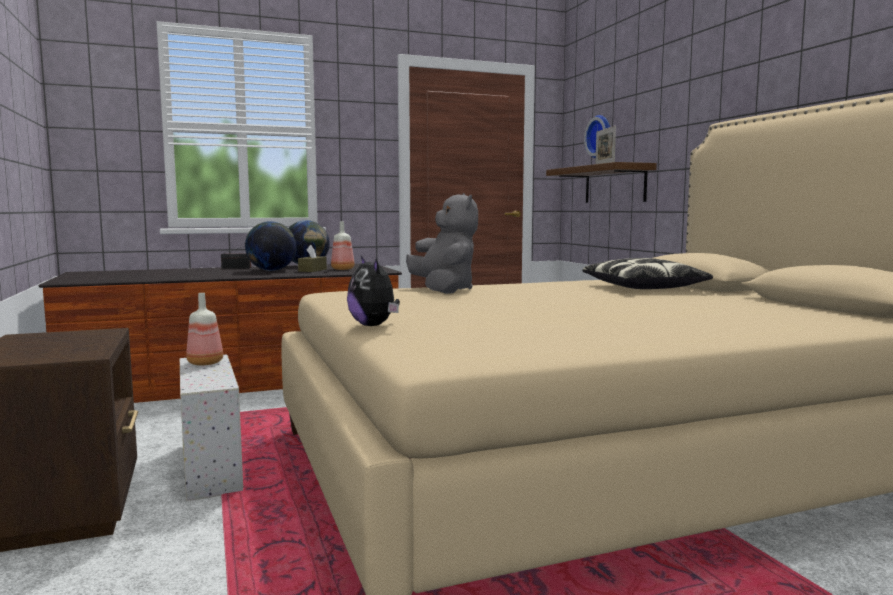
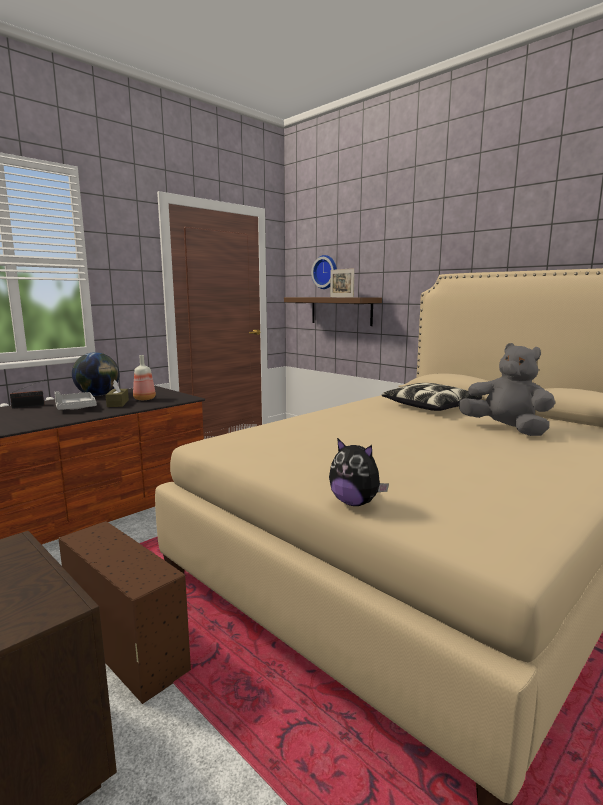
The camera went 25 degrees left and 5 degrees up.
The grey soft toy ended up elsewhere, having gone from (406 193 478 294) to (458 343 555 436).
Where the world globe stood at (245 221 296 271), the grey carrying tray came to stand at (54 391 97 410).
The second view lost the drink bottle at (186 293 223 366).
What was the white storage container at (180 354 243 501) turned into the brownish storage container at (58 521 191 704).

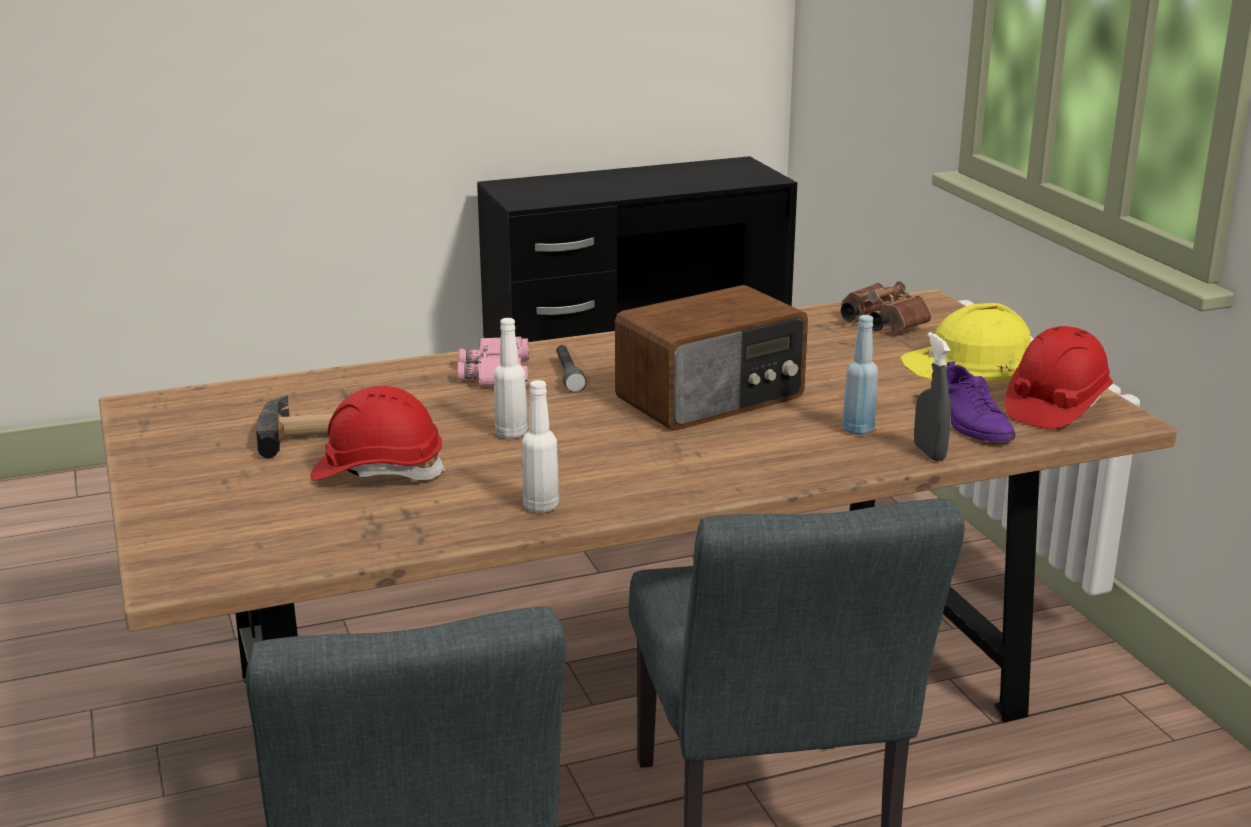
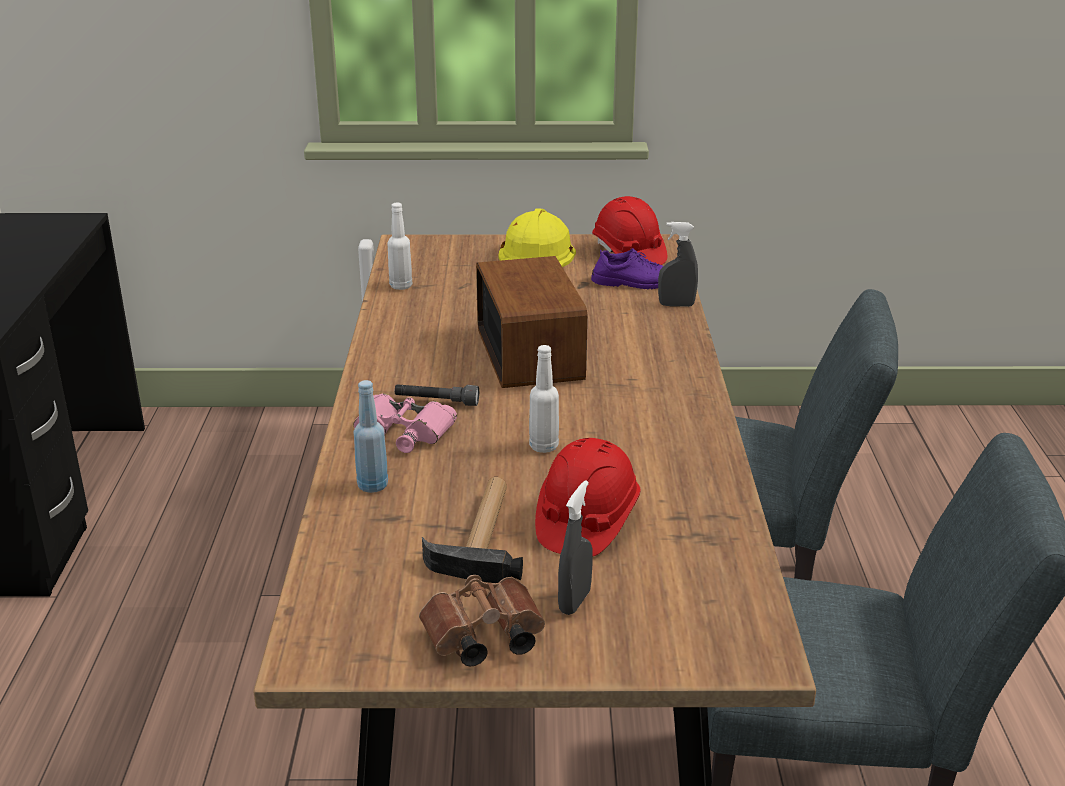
The camera went 70 degrees left and 5 degrees up.
The brownish binoculars ended up elsewhere, having gone from (841 281 932 335) to (419 575 545 667).
The blue-coloured drink bottle ended up elsewhere, having gone from (842 315 878 435) to (354 380 388 493).
The white drink bottle ended up elsewhere, having gone from (522 380 559 513) to (387 203 412 290).
The second view gained the grey hand sprayer at (558 480 593 615).

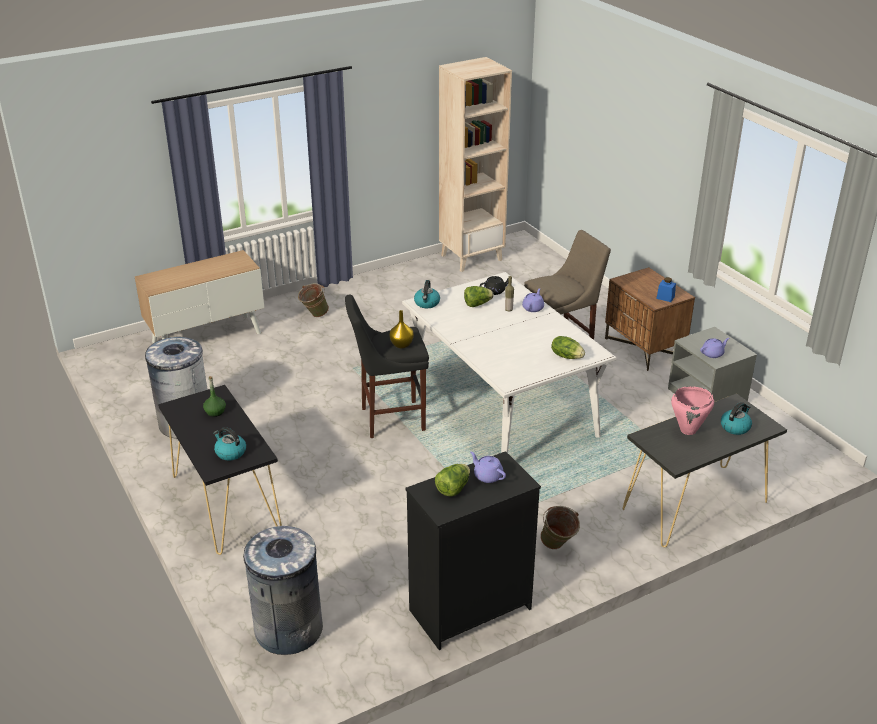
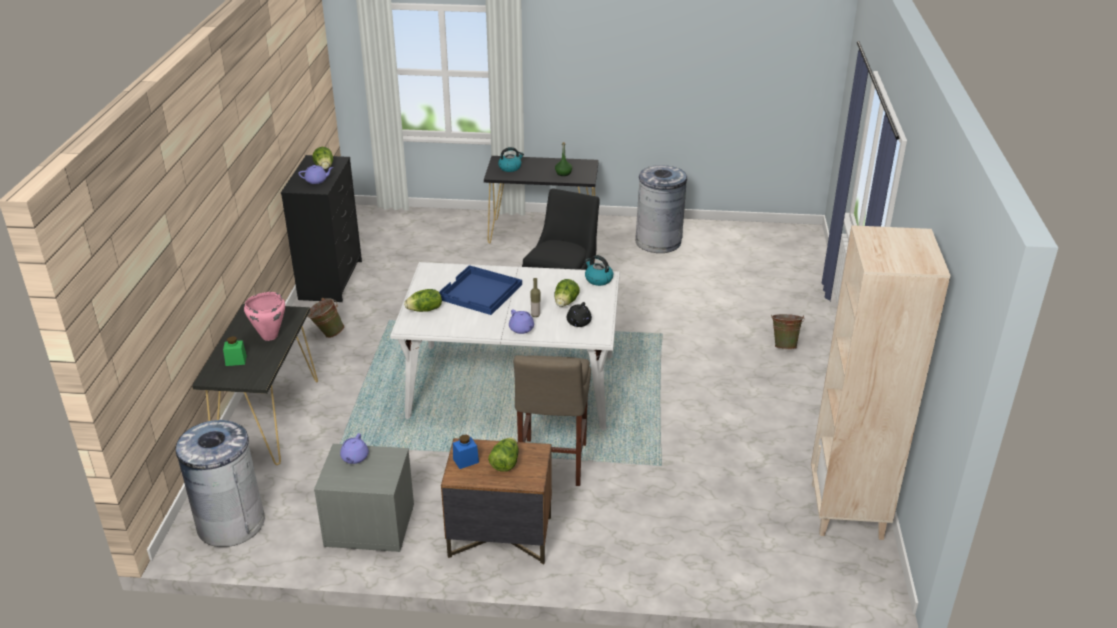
The camera went 125 degrees right and 0 degrees up.
The second view lost the storage cabinet at (135 250 264 343).
The second view lost the yellow decorative vase at (389 310 414 348).
Where the kettle stood at (721 402 752 435), the green jar came to stand at (223 336 247 366).
The grey waste bin ended up elsewhere, having gone from (242 526 323 655) to (175 420 265 547).
The second view gained the blue-coloured carrying tray at (439 265 522 315).
The second view gained the lettuce head at (488 438 519 472).

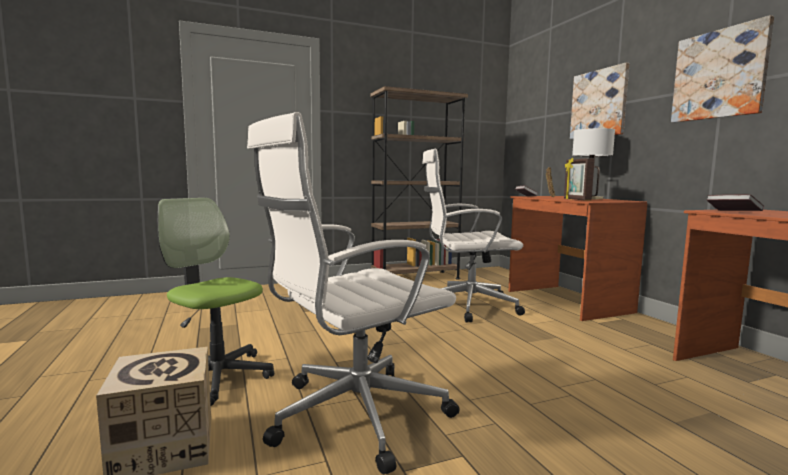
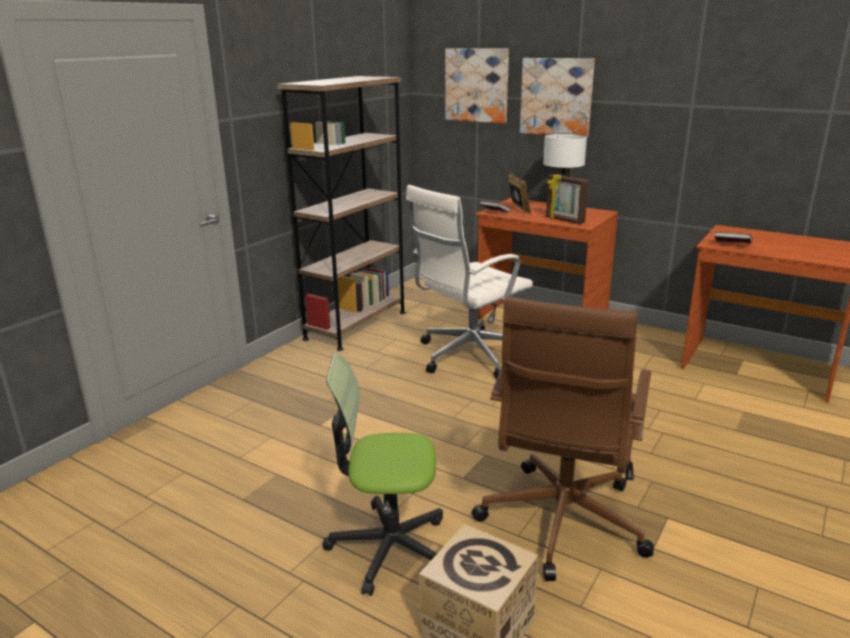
The camera went 35 degrees left and 15 degrees up.
The picture ended up elsewhere, having gone from (671 15 774 123) to (445 48 509 124).
What was the white office chair at (247 112 460 474) turned into the brownish office chair at (472 297 654 581).

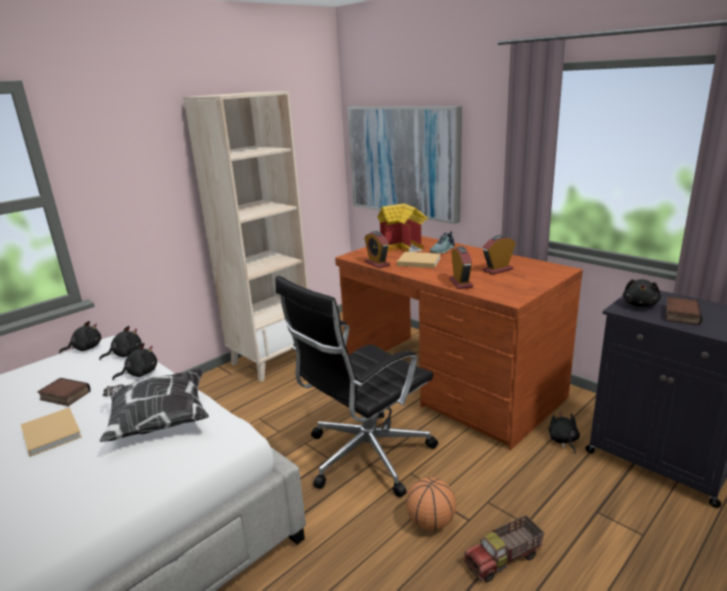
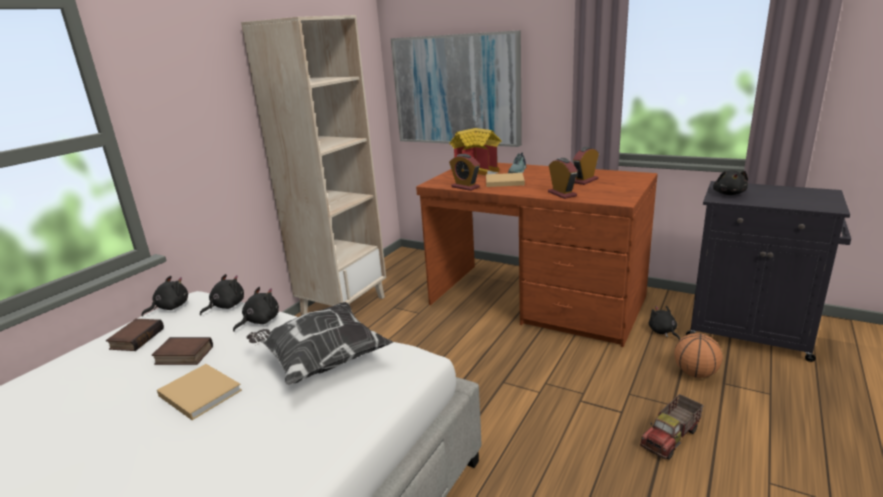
The camera went 15 degrees left and 0 degrees up.
The second view lost the black-coloured office chair at (275 276 438 497).
The book ended up elsewhere, having gone from (666 297 703 325) to (106 319 164 351).
The basketball ball ended up elsewhere, having gone from (406 477 456 531) to (674 333 723 378).

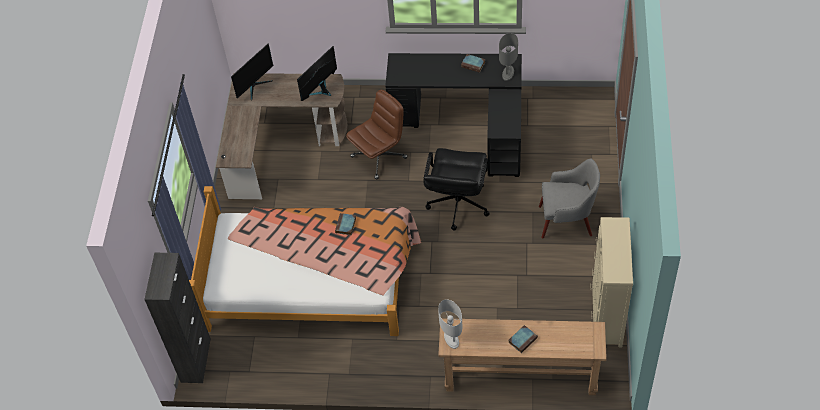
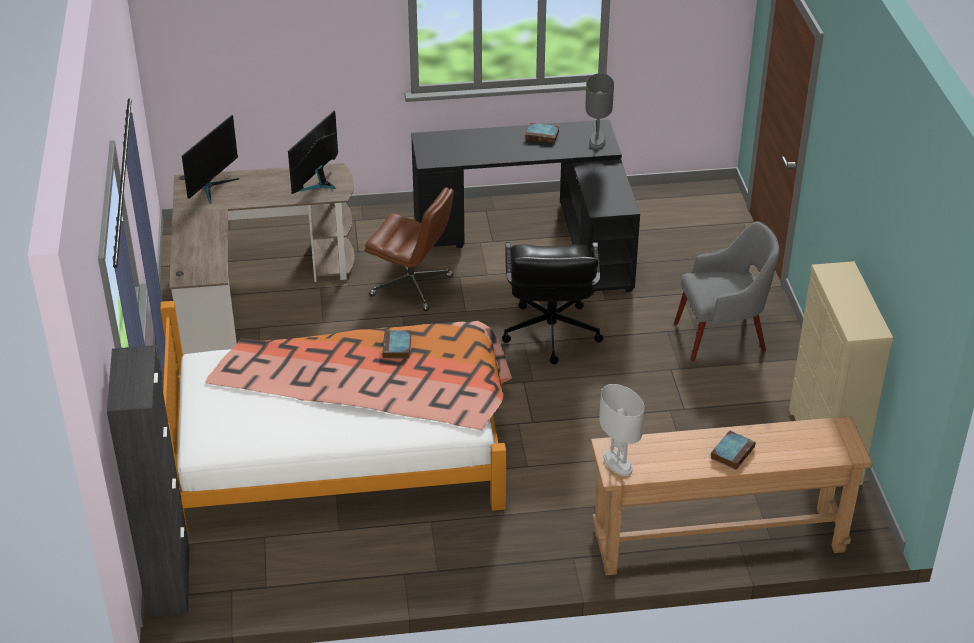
The camera went 15 degrees left and 15 degrees down.
The brownish office chair at (346 90 408 180) ended up facing another way, 75 degrees clockwise from before.

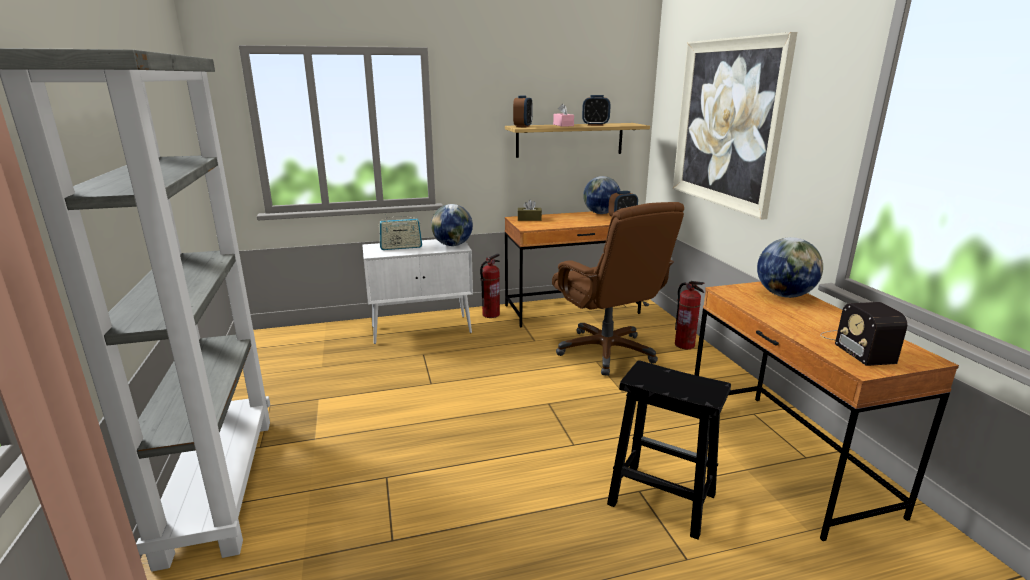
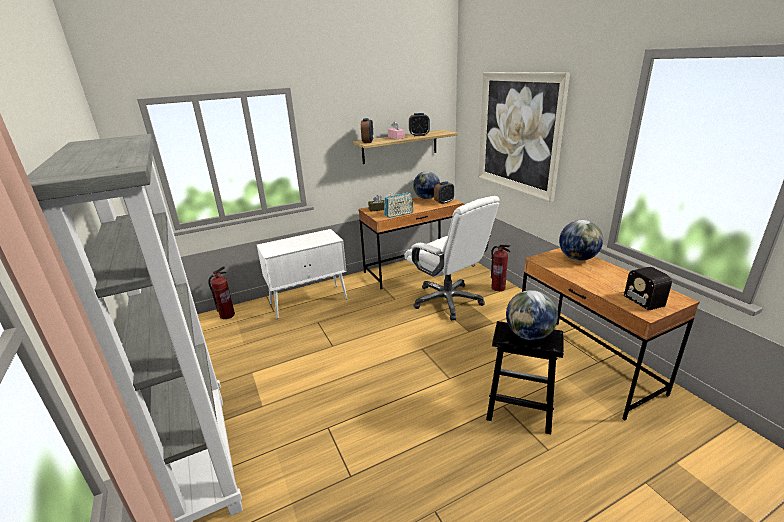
The camera went 10 degrees left and 5 degrees up.
What was the brownish office chair at (552 202 684 376) turned into the white office chair at (404 196 500 320).
The world globe ended up elsewhere, having gone from (431 204 473 246) to (506 290 558 340).
The radio ended up elsewhere, having gone from (379 214 422 250) to (384 192 413 218).
The fire extinguisher ended up elsewhere, having gone from (480 253 500 318) to (208 266 235 319).

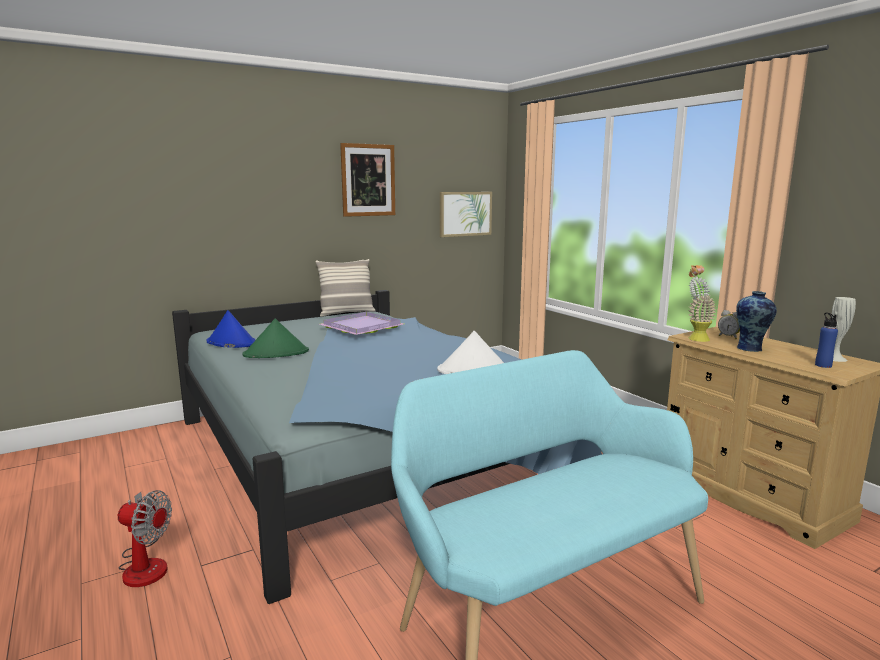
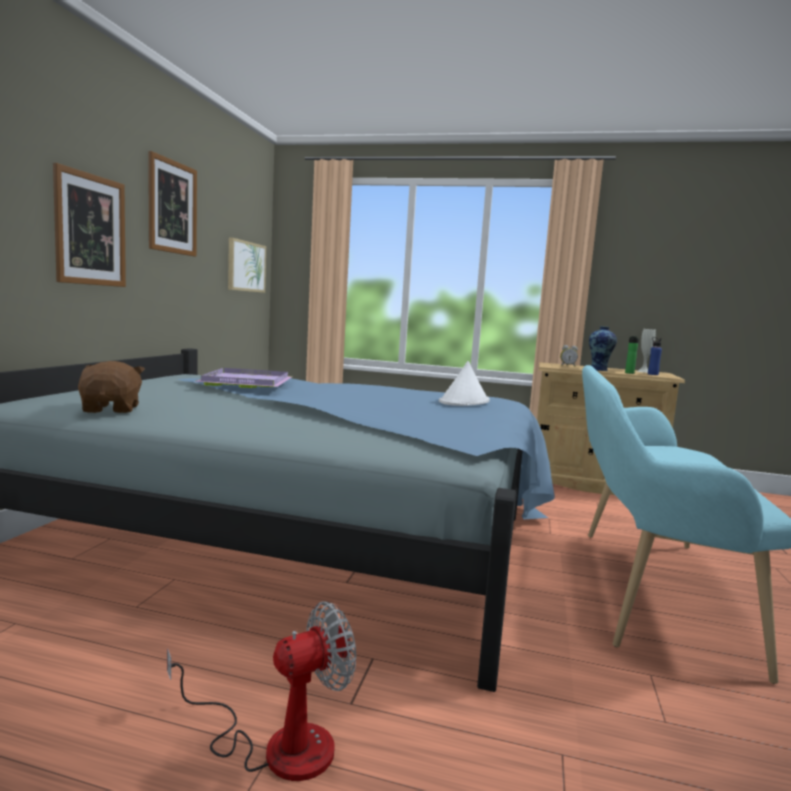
The camera went 45 degrees left and 5 degrees down.
The second view lost the throw pillow at (315 259 375 317).
The second view lost the plant in a pot at (688 265 716 342).
Where the blue-coloured clothing hat stood at (207 310 255 348), the brownish soft toy came to stand at (78 361 145 413).
The second view lost the green clothing hat at (242 319 309 358).
The second view gained the picture at (53 163 126 287).
The second view gained the drink bottle at (625 336 639 374).

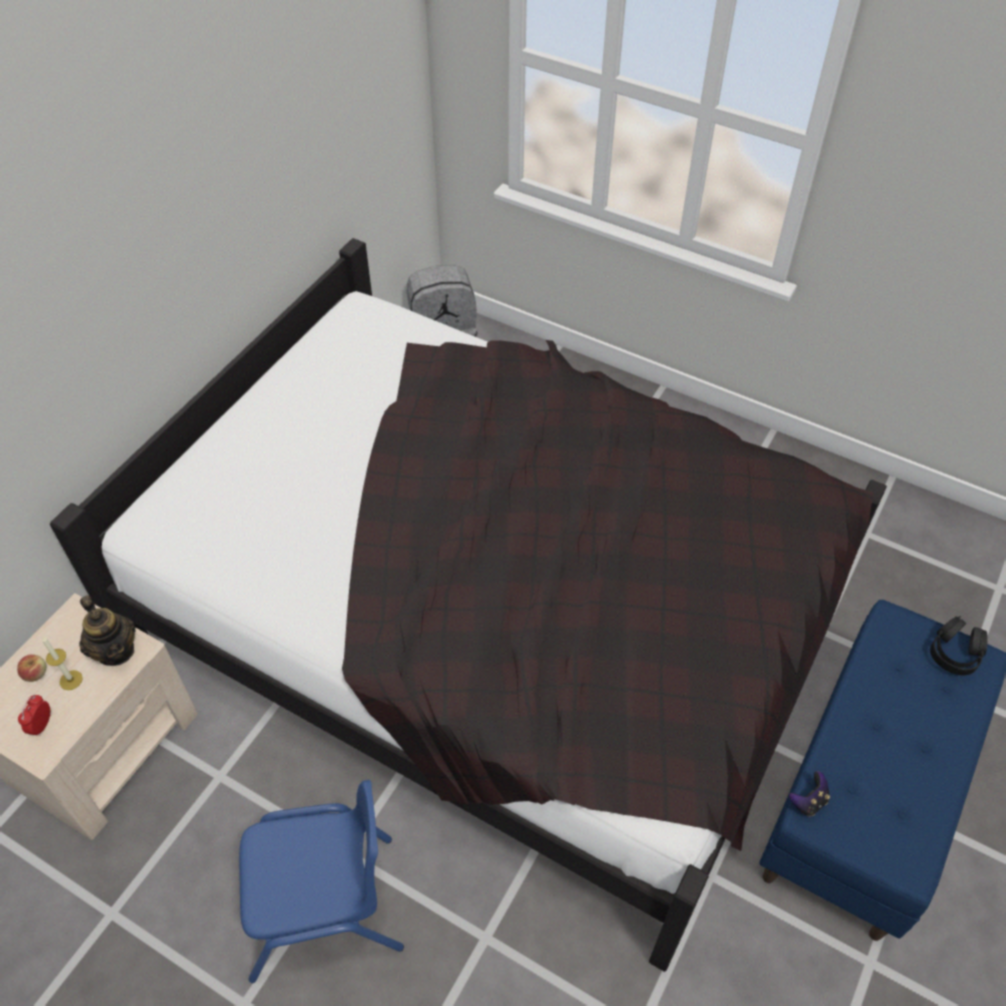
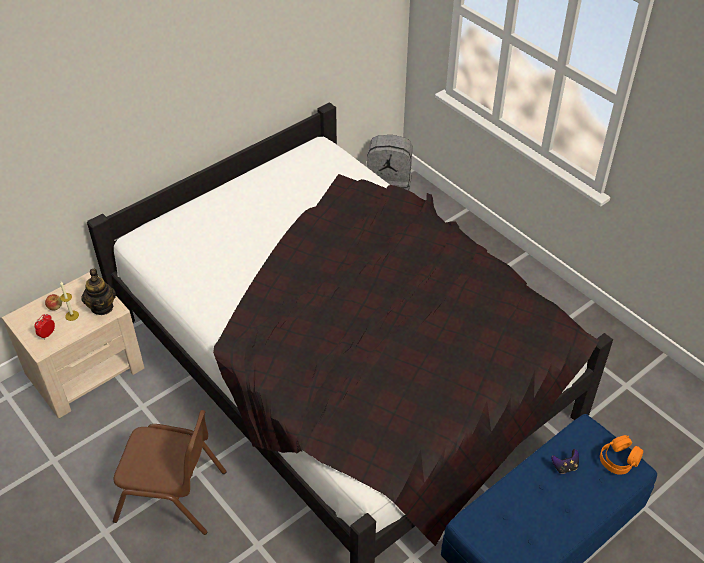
The camera went 20 degrees right and 5 degrees down.
What was the black-coloured headset at (930 616 988 676) turned into the orangey headset at (600 435 643 475).
The game controller ended up elsewhere, having gone from (789 771 830 816) to (551 449 579 474).
What was the blue-coloured chair at (239 780 404 983) turned into the brownish chair at (113 410 226 535).

